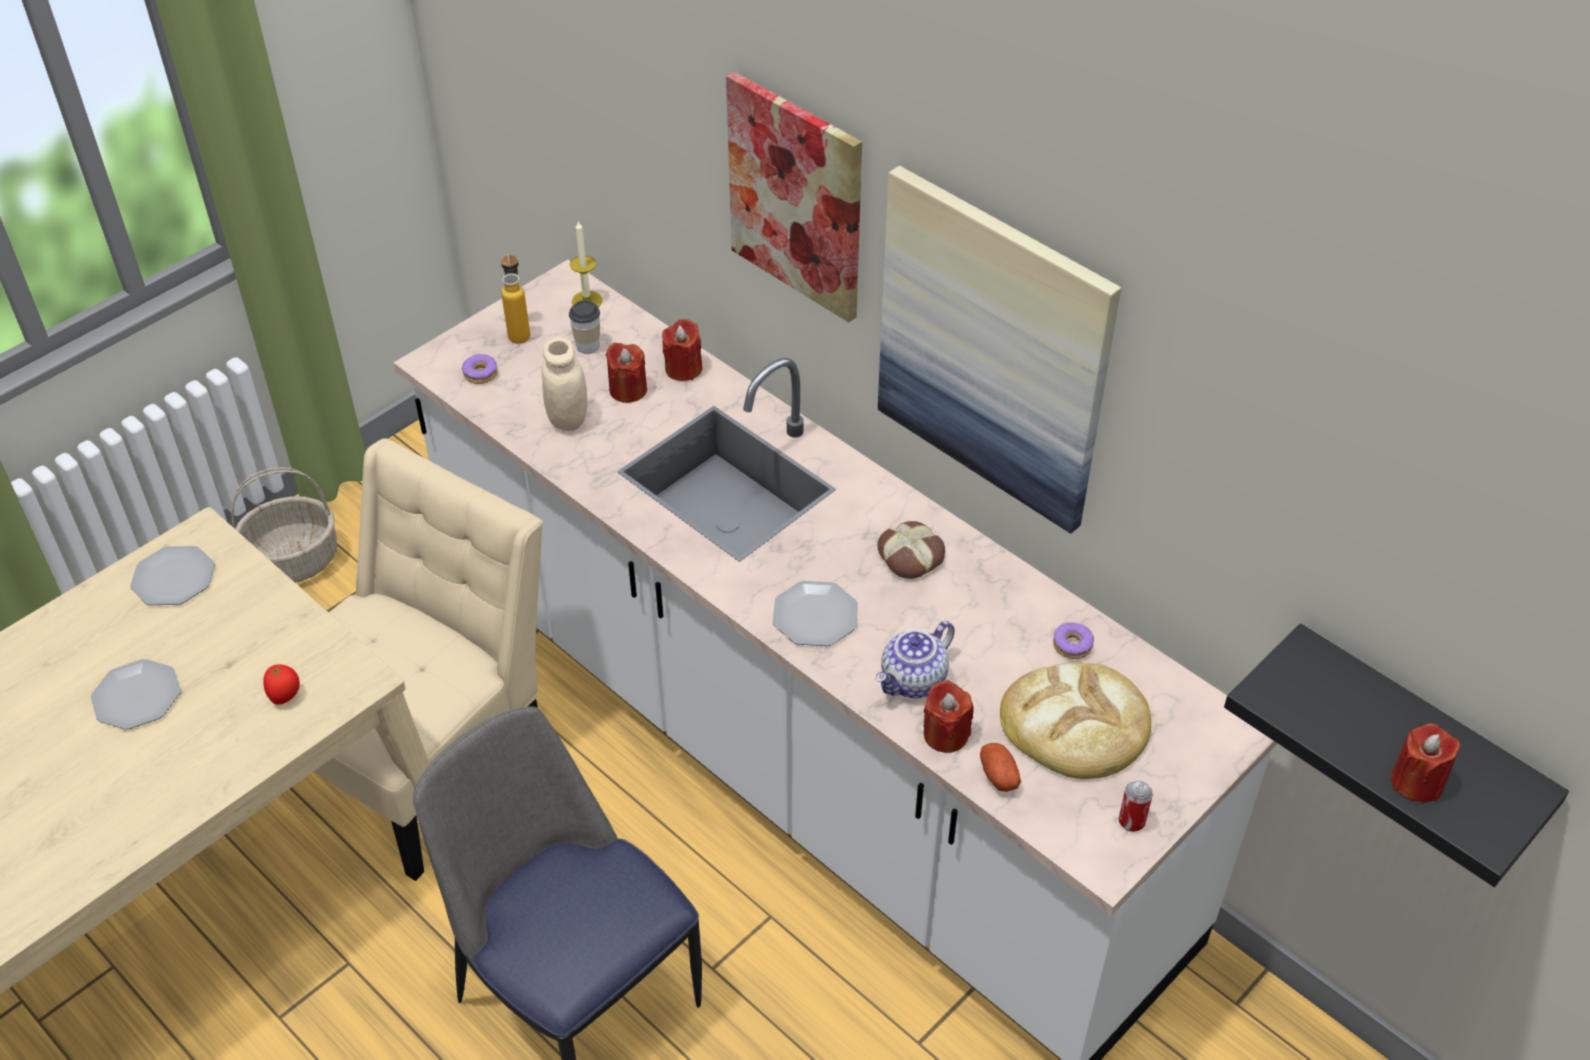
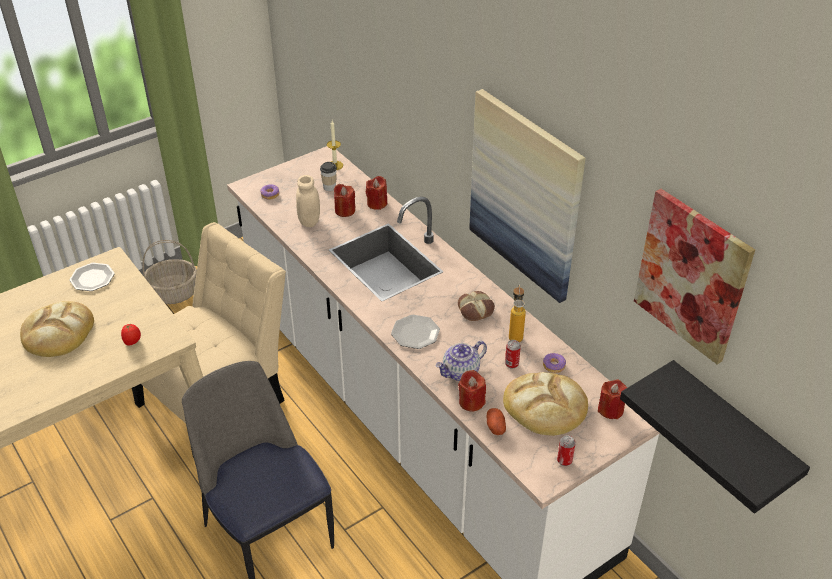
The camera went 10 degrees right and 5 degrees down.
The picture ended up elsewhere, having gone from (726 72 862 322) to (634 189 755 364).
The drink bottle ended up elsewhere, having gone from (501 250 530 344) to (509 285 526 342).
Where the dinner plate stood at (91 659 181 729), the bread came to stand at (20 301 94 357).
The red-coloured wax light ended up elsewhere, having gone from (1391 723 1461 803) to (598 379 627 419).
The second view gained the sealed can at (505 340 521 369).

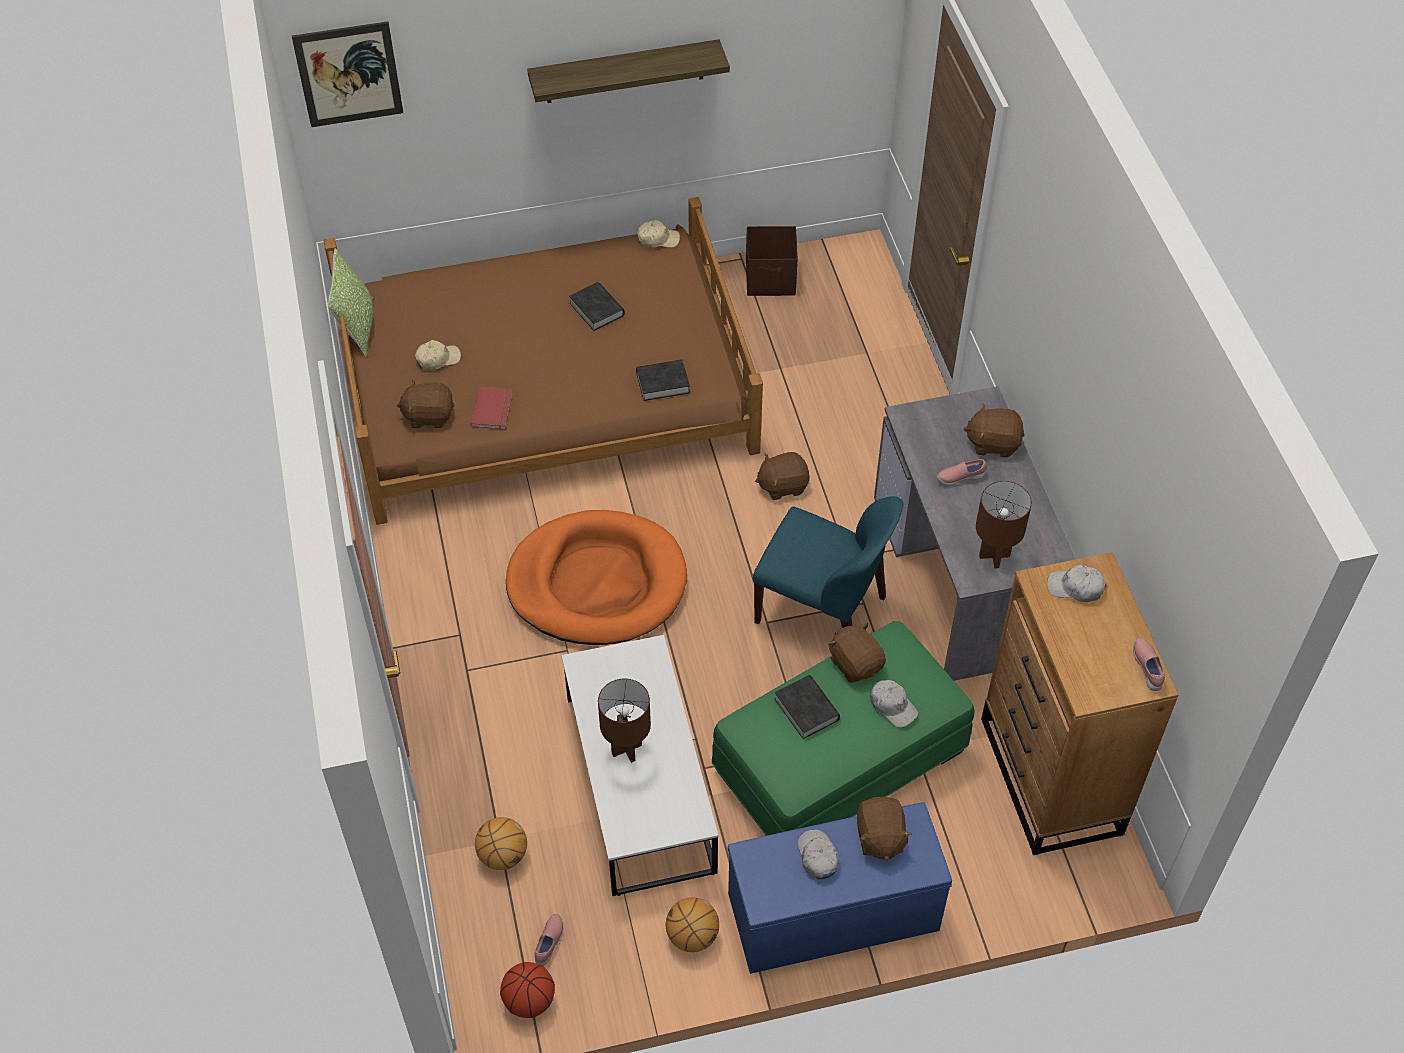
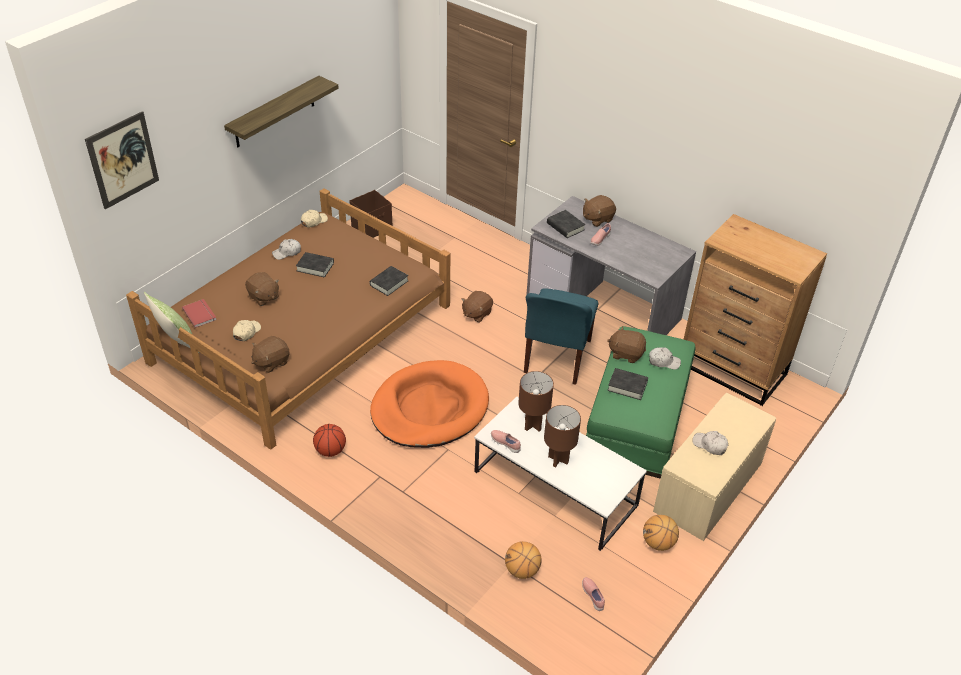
The camera went 40 degrees left and 10 degrees down.
The red-coloured book ended up elsewhere, having gone from (470 387 513 429) to (182 299 217 328).
The brownish lamp for a table ended up elsewhere, having gone from (976 481 1032 568) to (518 371 554 431).
The blue-coloured chair at (753 496 904 628) ended up facing another way, 120 degrees clockwise from before.
The white baseball cap ended up elsewhere, having gone from (1047 565 1105 602) to (272 239 301 260).
The pinkish item of footwear ended up elsewhere, having gone from (1133 638 1165 691) to (491 430 521 453).
The brownish soft toy ended up elsewhere, having gone from (857 797 912 861) to (245 272 279 306).
What was the blue-coloured bench at (728 802 952 974) turned into the beige bench at (653 393 776 541).
The basketball ball ended up elsewhere, having gone from (500 962 555 1018) to (313 424 346 457).
The second view gained the black-coloured book at (547 210 585 238).

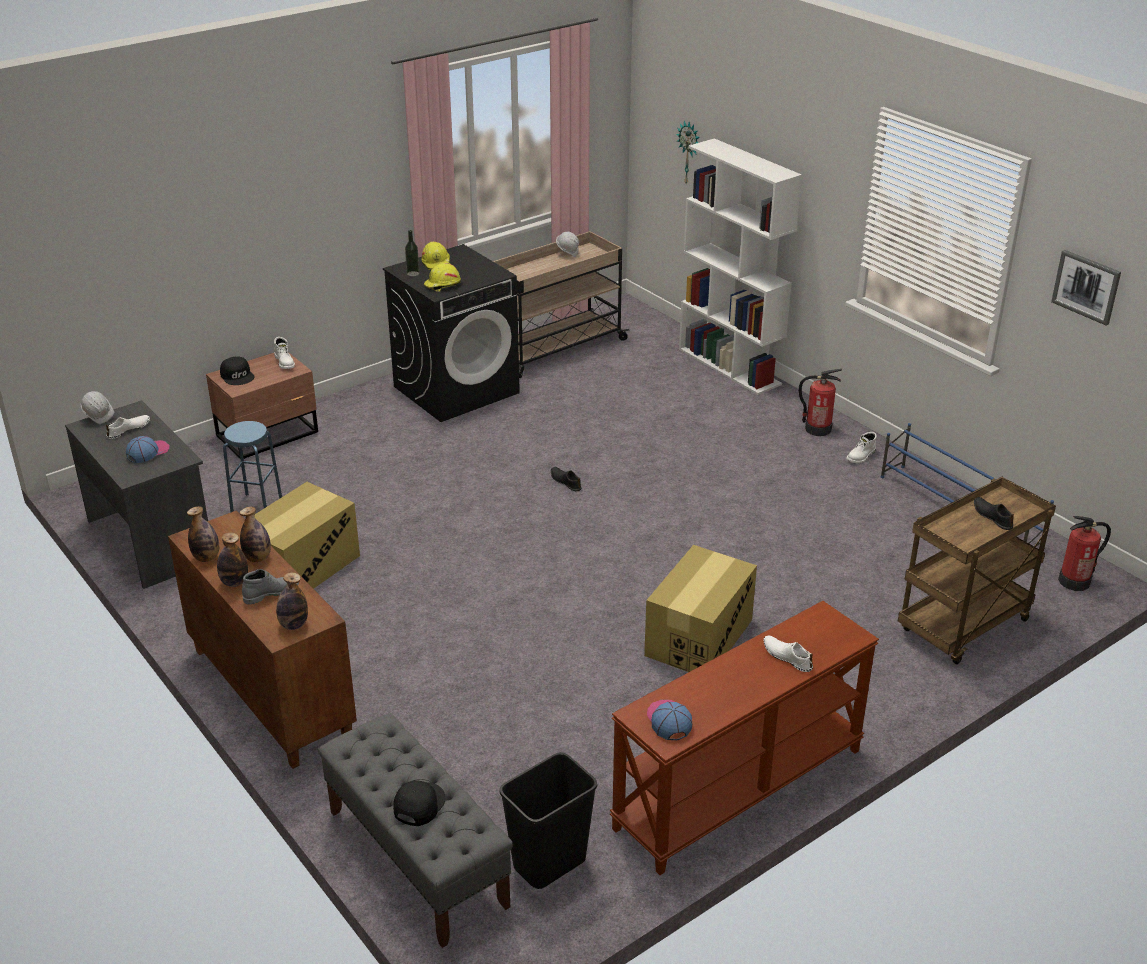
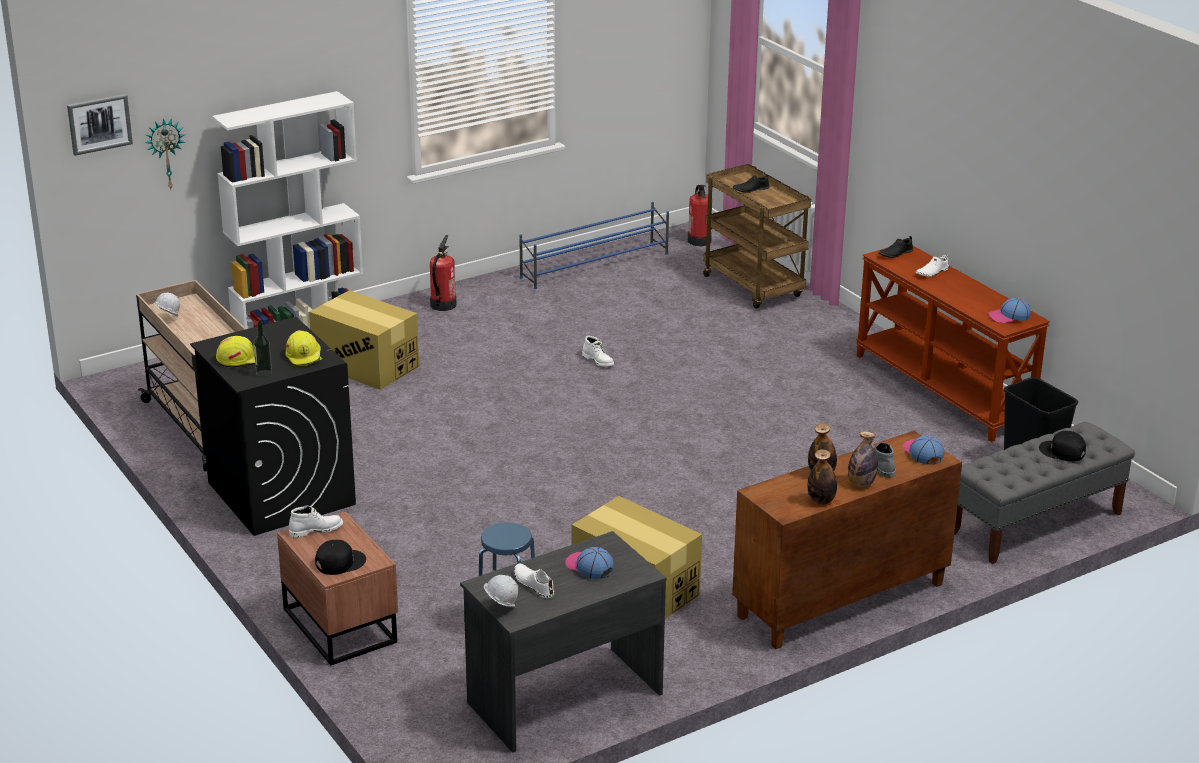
The camera went 85 degrees left and 5 degrees down.
The picture ended up elsewhere, having gone from (1051 250 1121 326) to (67 94 133 156).
The white boot ended up elsewhere, having gone from (846 432 877 463) to (582 336 614 367).
The black-coloured item of footwear ended up elsewhere, having gone from (551 467 581 491) to (878 236 913 258).
The cardboard box ended up elsewhere, having gone from (644 545 757 672) to (309 290 419 390).
Where the drink bottle stood at (276 572 308 630), the baseball cap came to stand at (903 435 945 465).

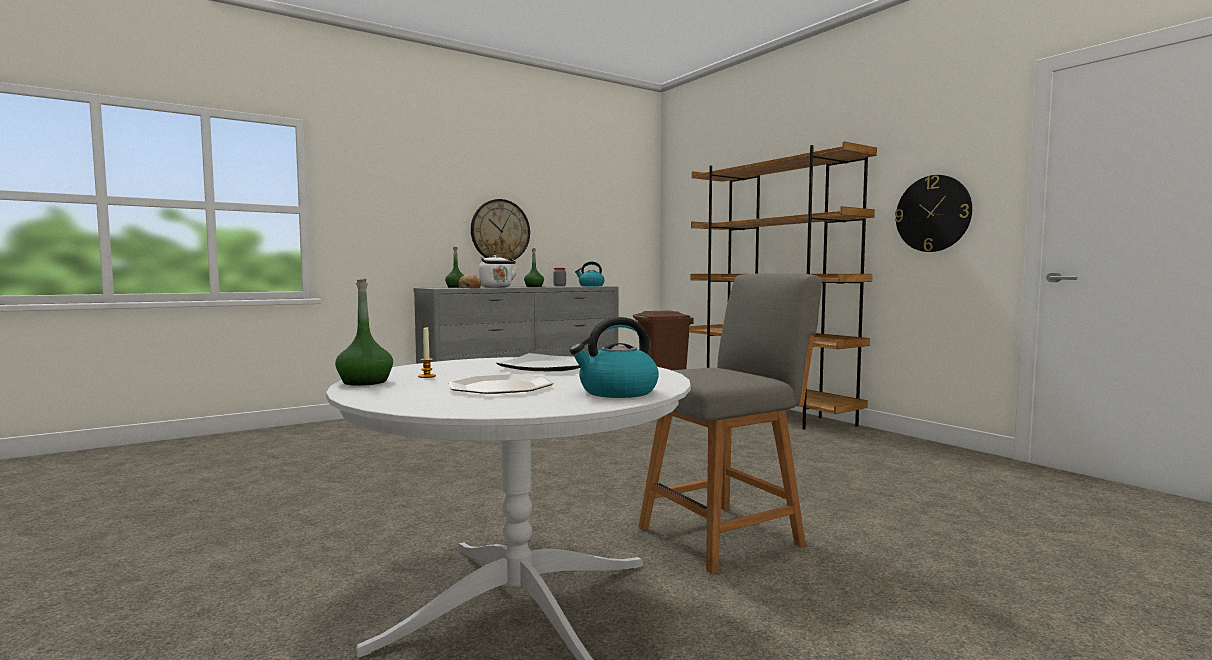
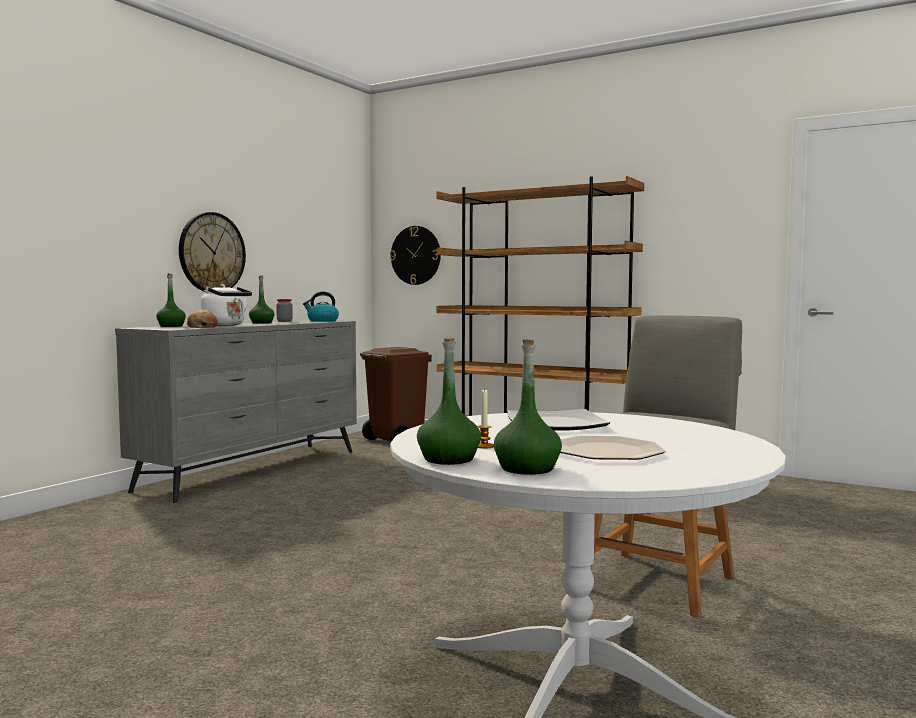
The camera went 25 degrees left and 0 degrees up.
The hanging clock ended up elsewhere, having gone from (895 175 972 252) to (390 226 441 285).
The second view lost the kettle at (570 317 659 398).
The second view gained the green drink bottle at (494 340 562 475).

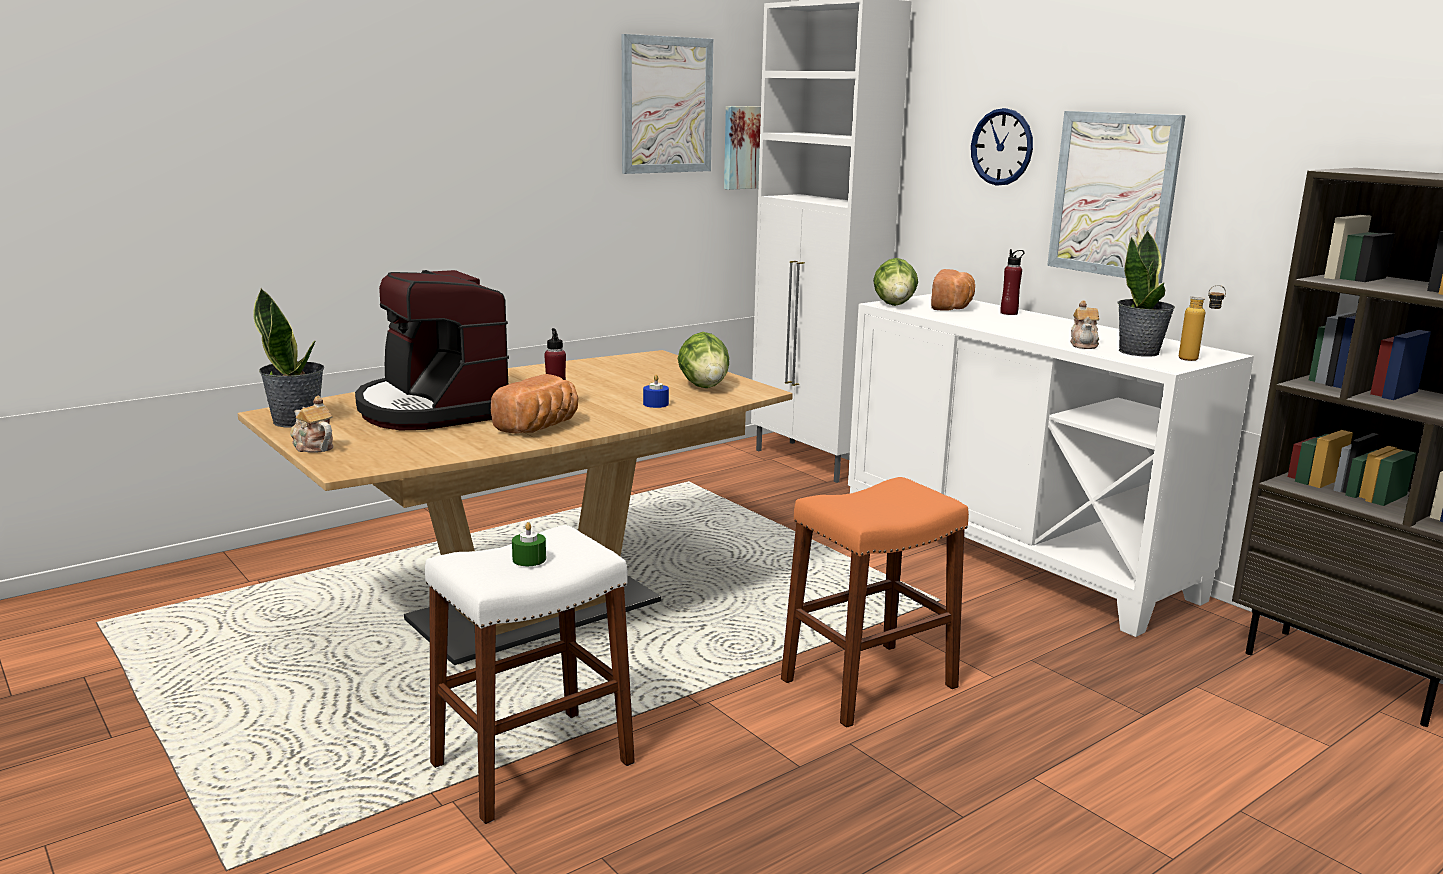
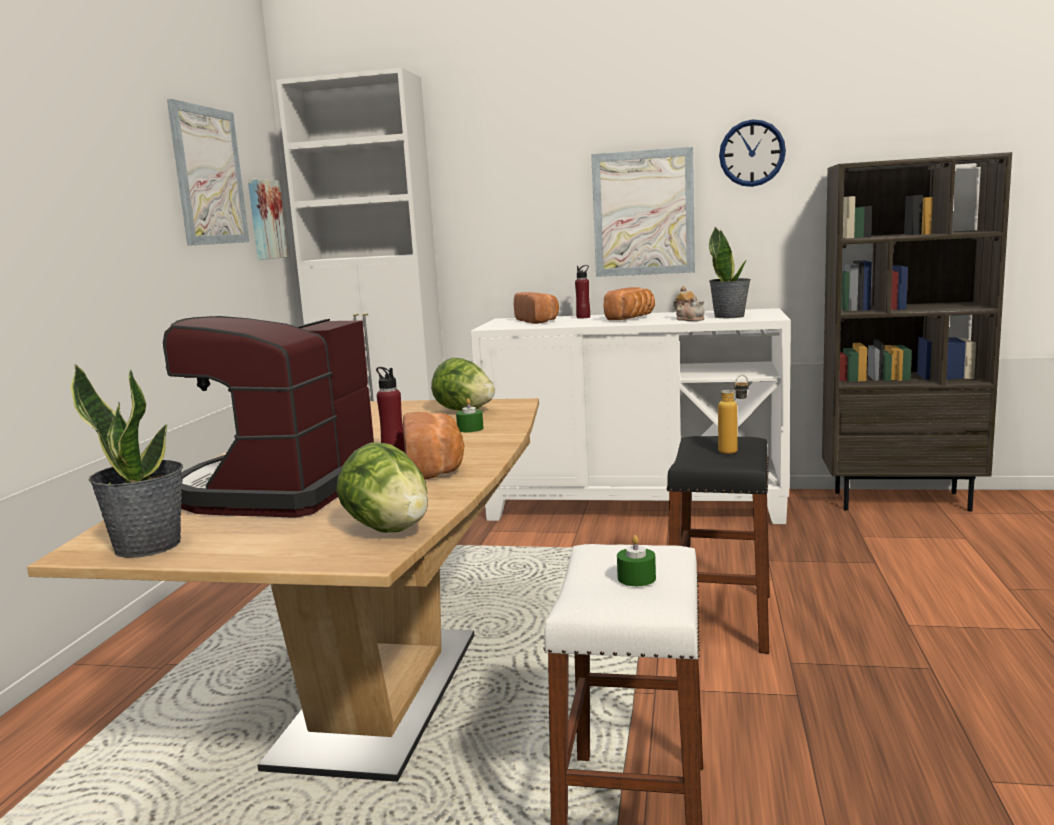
The camera went 40 degrees left and 5 degrees down.
The hanging clock ended up elsewhere, having gone from (971 108 1033 186) to (719 119 786 187).
The lettuce head ended up elsewhere, having gone from (873 258 918 306) to (336 442 428 532).
The coffee maker at (355 270 509 430) ended up facing another way, 90 degrees clockwise from before.
The drink bottle ended up elsewhere, having gone from (1179 285 1226 361) to (718 375 748 454).
What was the blue-coloured wax light at (643 374 669 408) turned into the green wax light at (456 398 484 432).
The second view lost the tea pot at (291 396 333 453).
What was the orangey stool at (781 477 969 728) turned into the black-coloured stool at (666 436 770 654).
The second view gained the bread at (604 287 655 320).

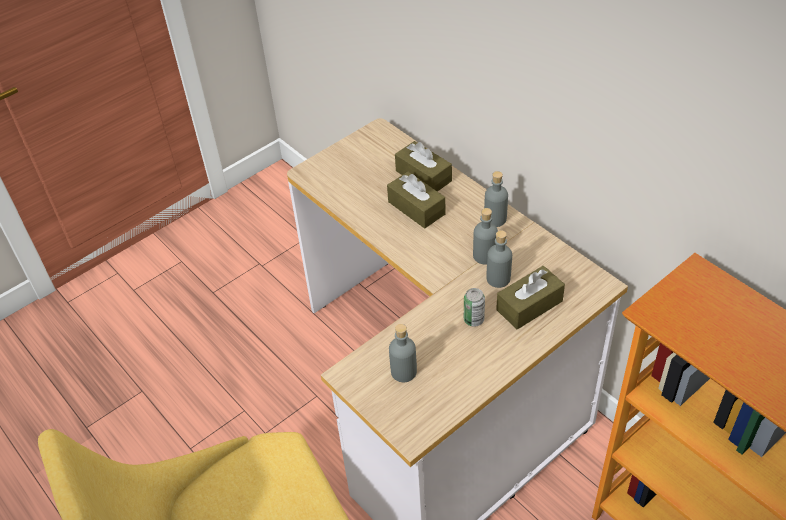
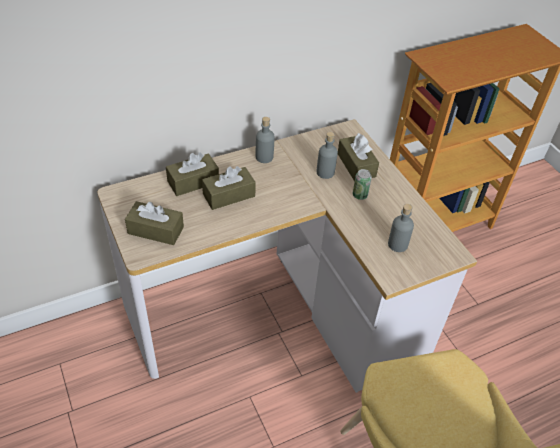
The camera went 80 degrees left and 0 degrees up.
The second view lost the grey drink bottle at (473 208 498 265).
The second view gained the brownish tissue holder at (125 201 184 245).

